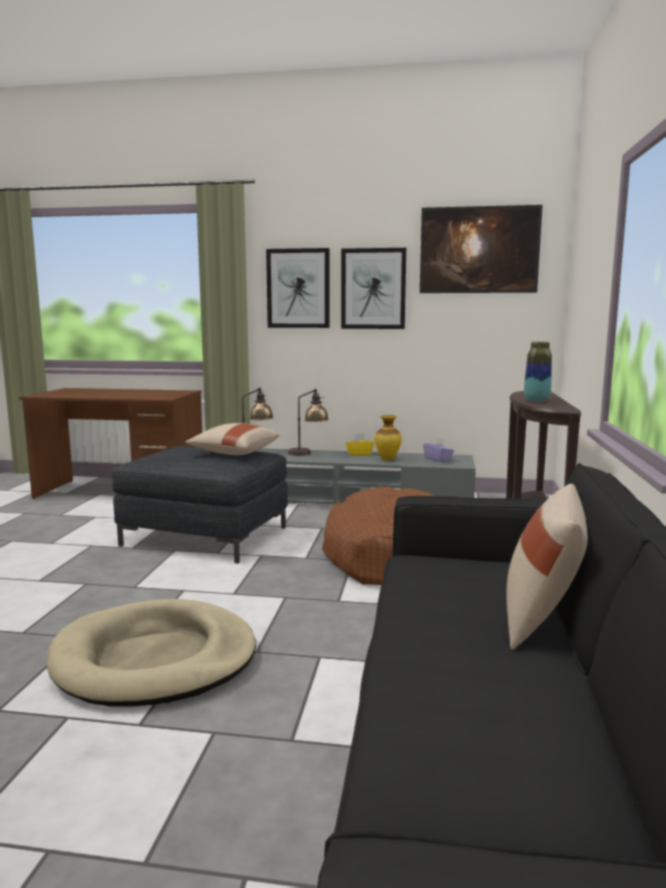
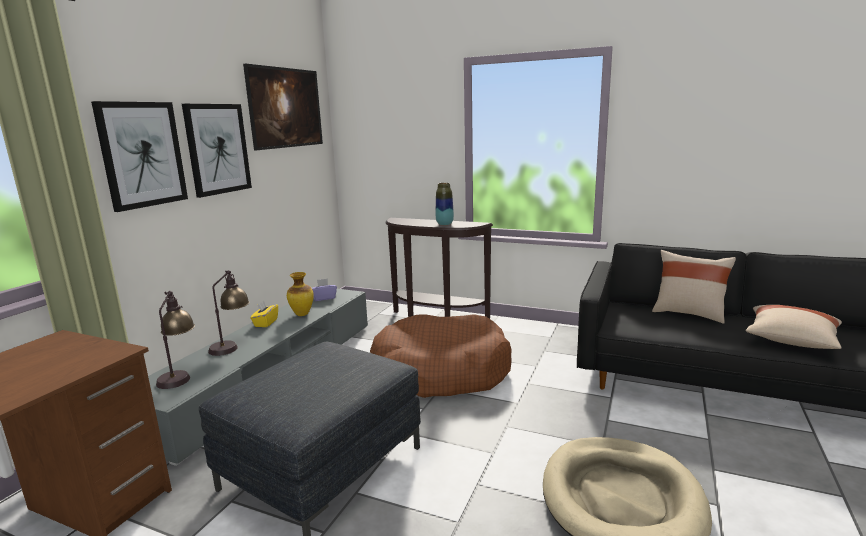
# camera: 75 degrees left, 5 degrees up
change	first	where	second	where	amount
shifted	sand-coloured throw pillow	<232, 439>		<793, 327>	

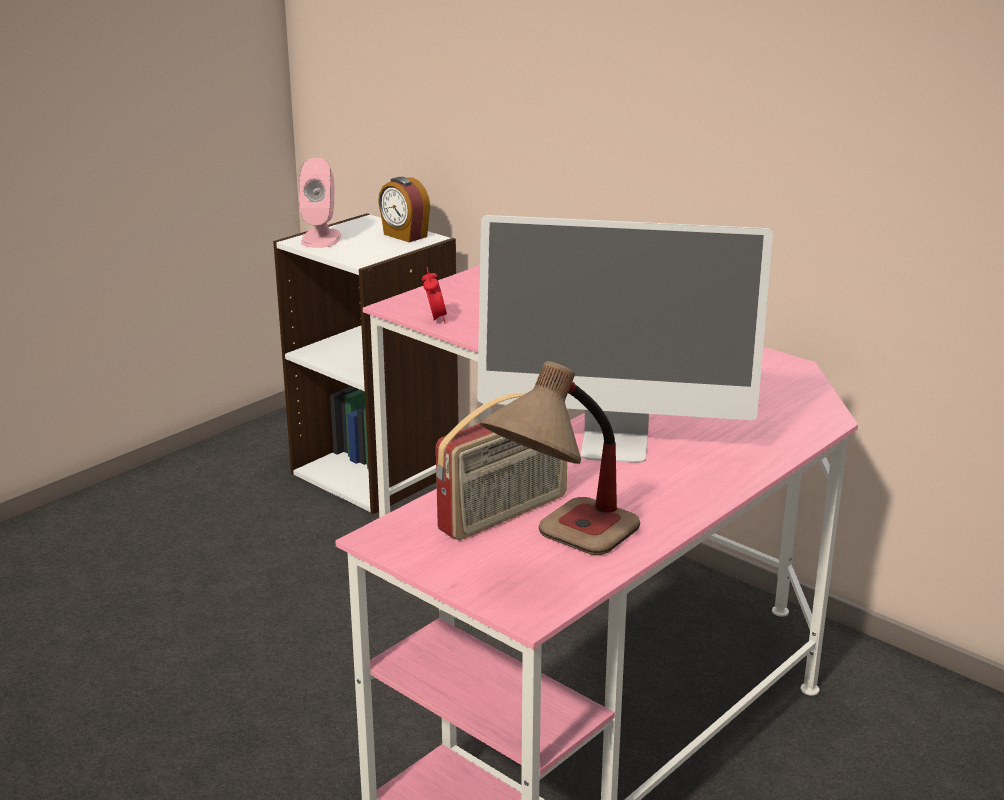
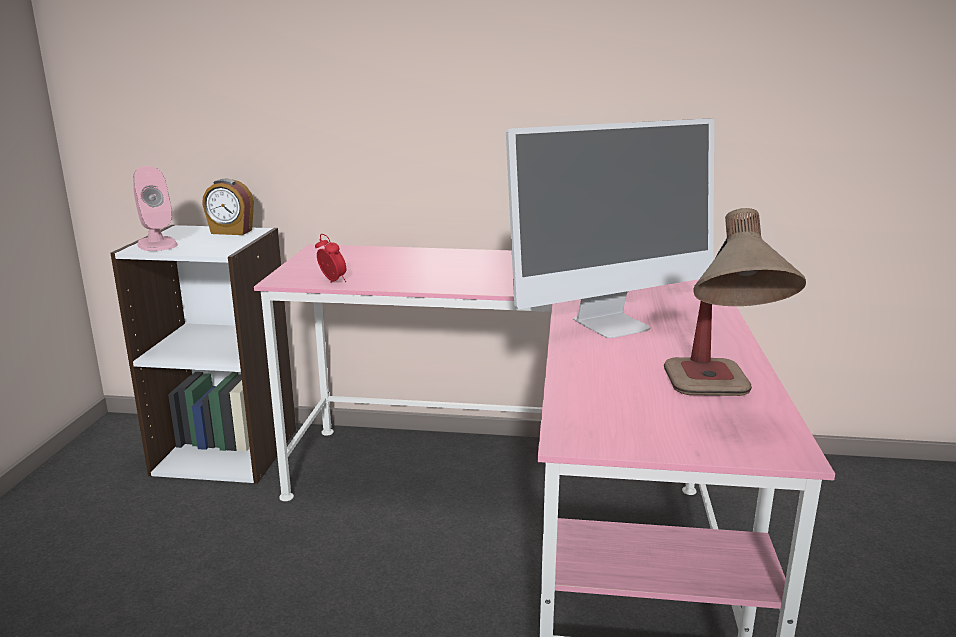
# camera: 35 degrees left, 5 degrees down
change	first	where	second	where	amount
gone	radio	<502, 466>			

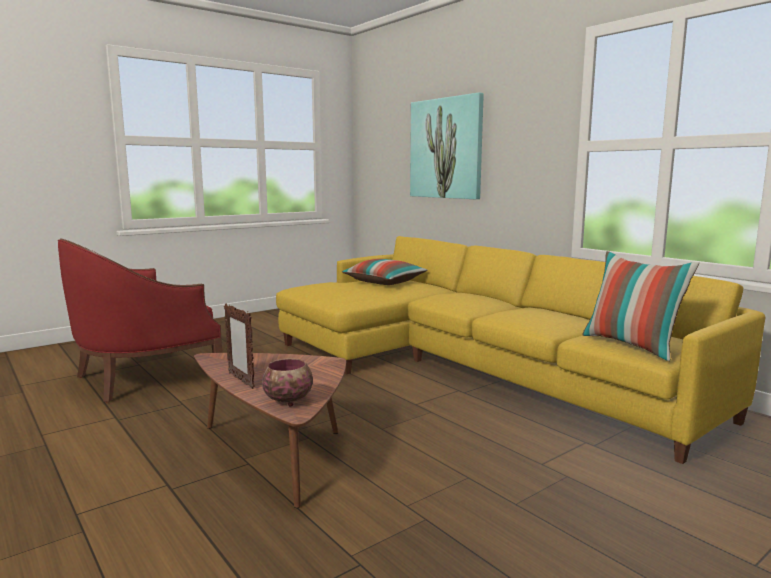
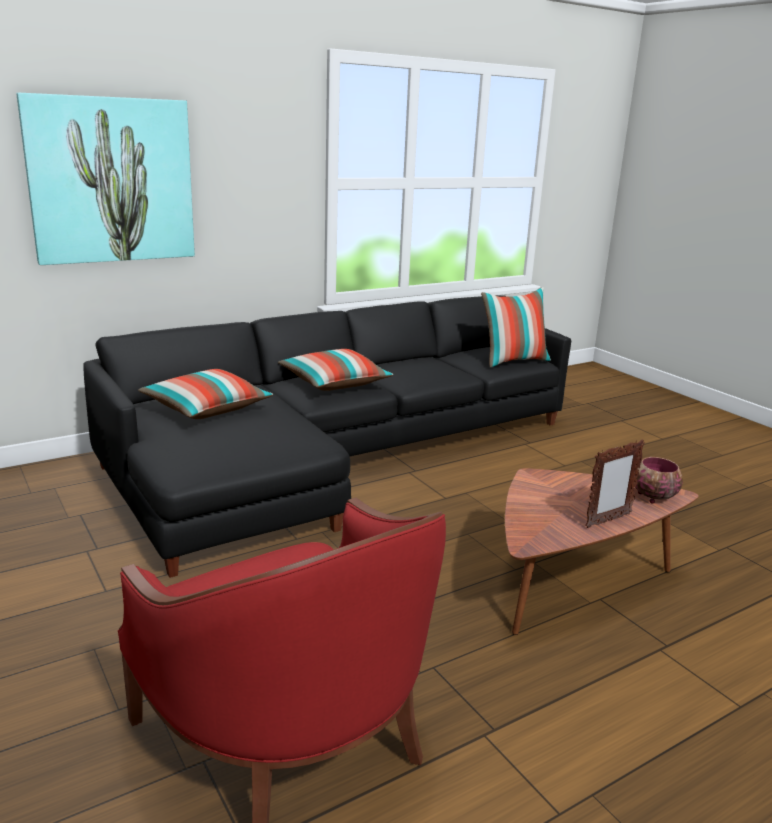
# camera: 85 degrees left, 10 degrees up
change	first	where	second	where	amount
repainted	yellowish couch	<521, 350>	black couch	<327, 436>	
new			throw pillow	<335, 370>	

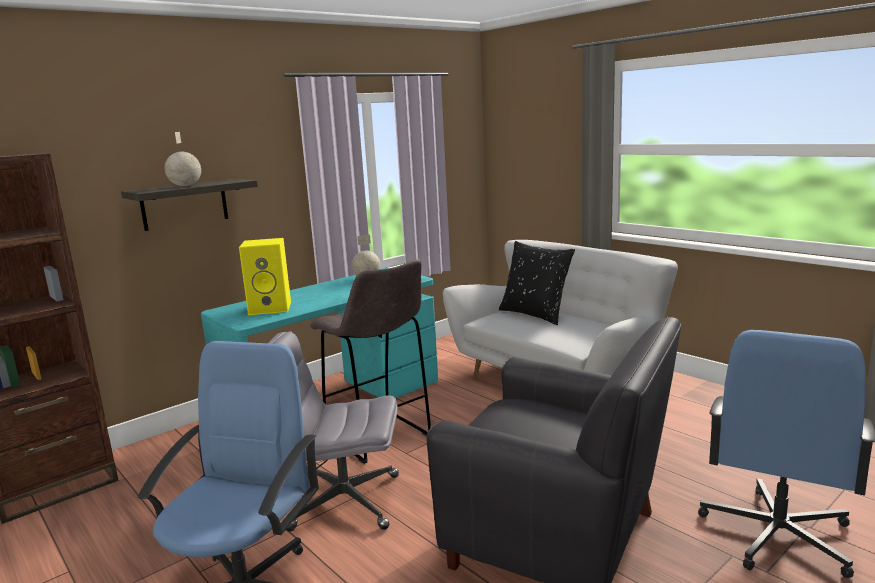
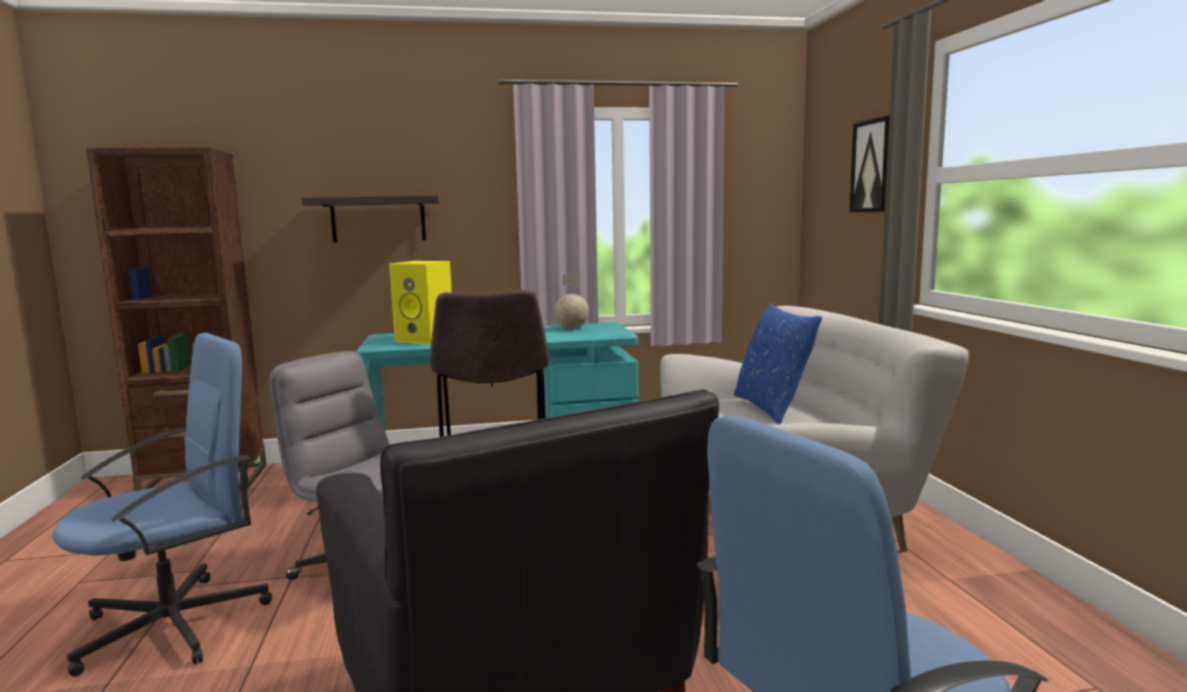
# camera: 30 degrees right, 5 degrees down
change	first	where	second	where	amount
repainted	black throw pillow	<537, 283>	bluish throw pillow	<778, 363>	
new			wall picture	<869, 164>	
gone	world globe	<183, 159>			

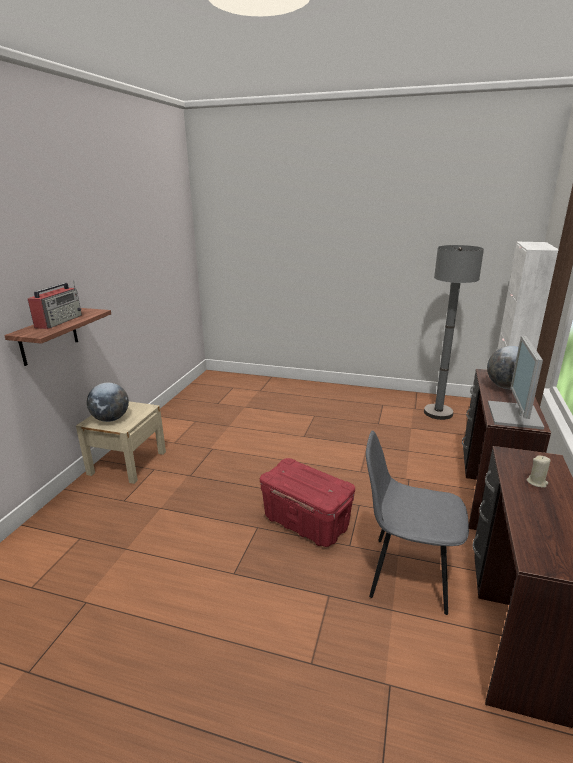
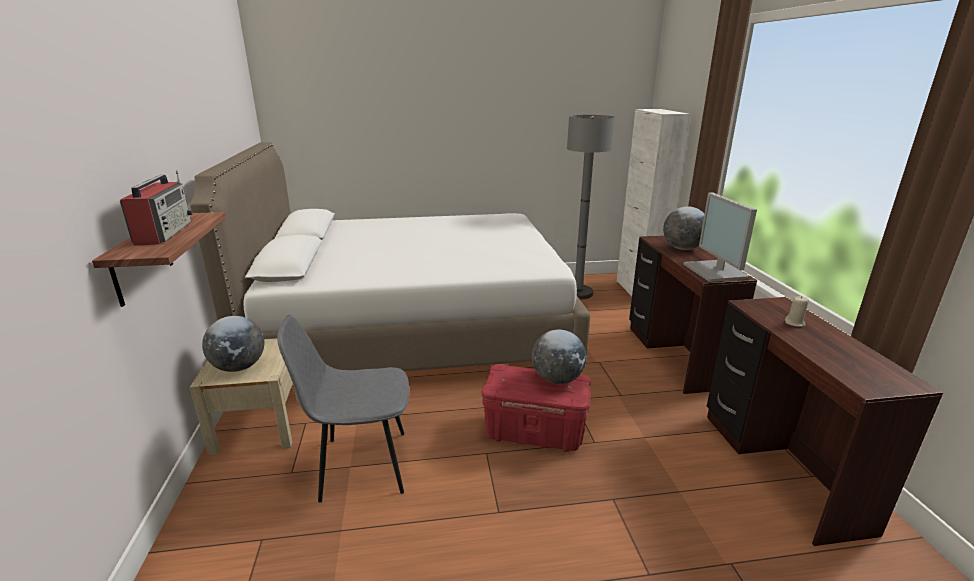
# camera: 25 degrees left, 0 degrees up
change	first	where	second	where	amount
new			white bed	<390, 256>	
shifted	greyish chair	<417, 522>		<343, 408>	
new			world globe	<559, 356>	

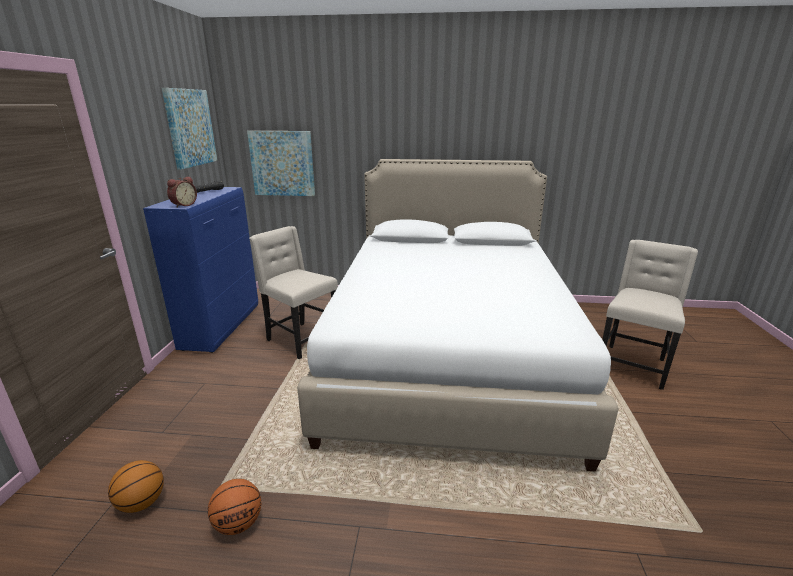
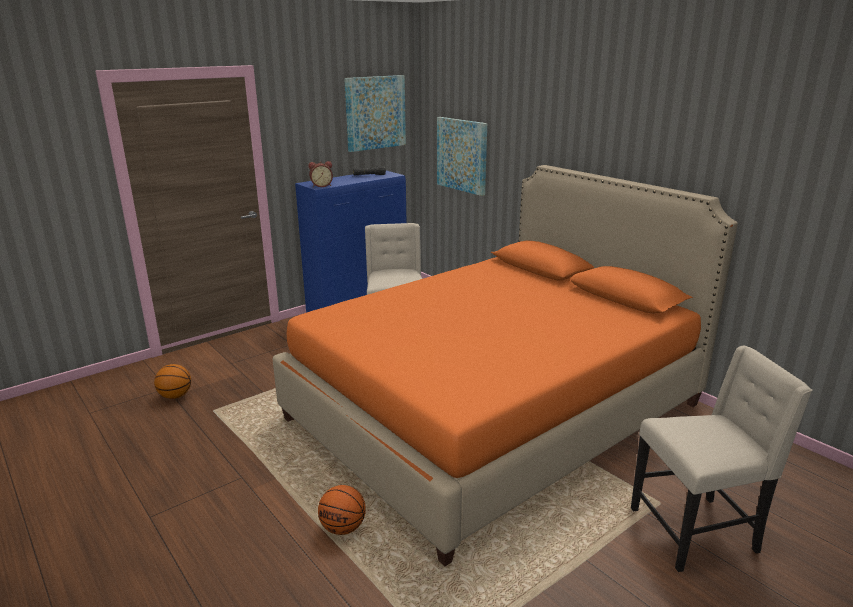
# camera: 45 degrees right, 0 degrees up
change	first	where	second	where	amount
repainted	white bed	<458, 315>	orange bed	<505, 365>	
shifted	basketball ball	<234, 507>		<342, 510>	

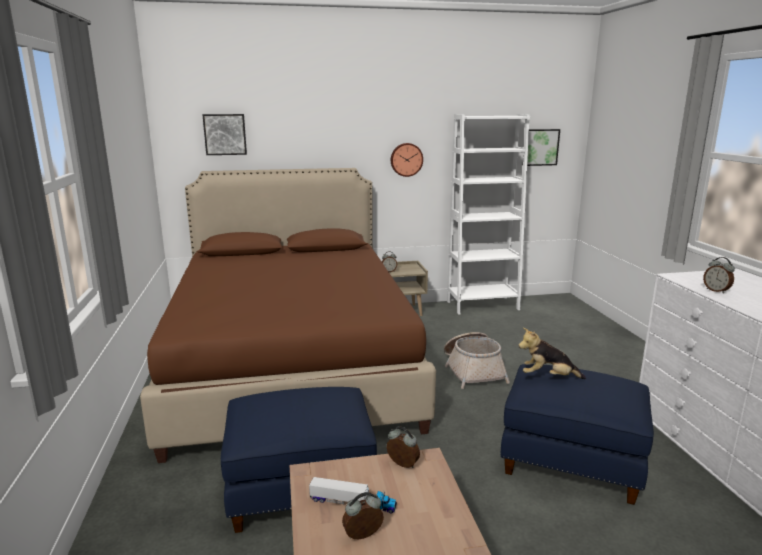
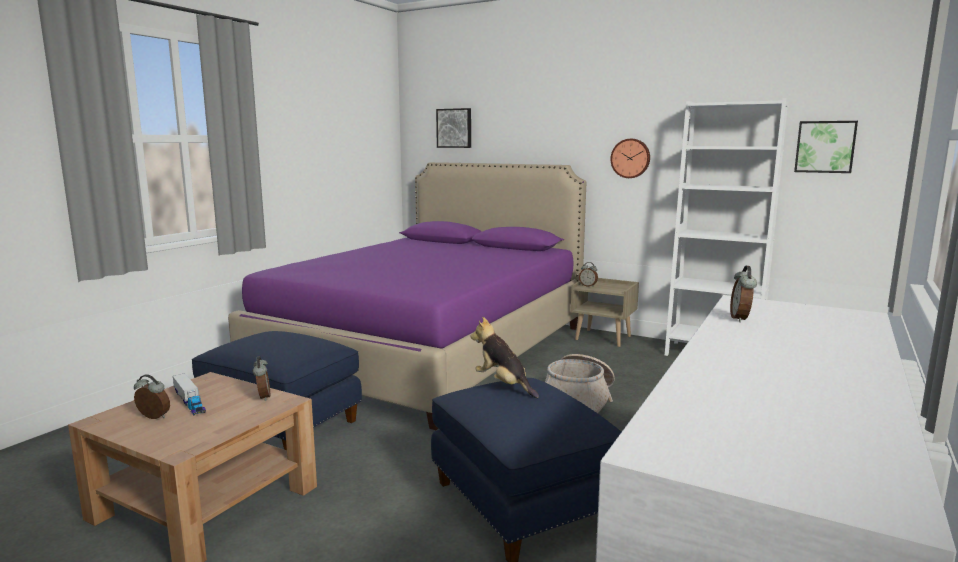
# camera: 40 degrees right, 5 degrees down
change	first	where	second	where	amount
repainted	brownish bed	<288, 315>	purple-coloured bed	<407, 296>	

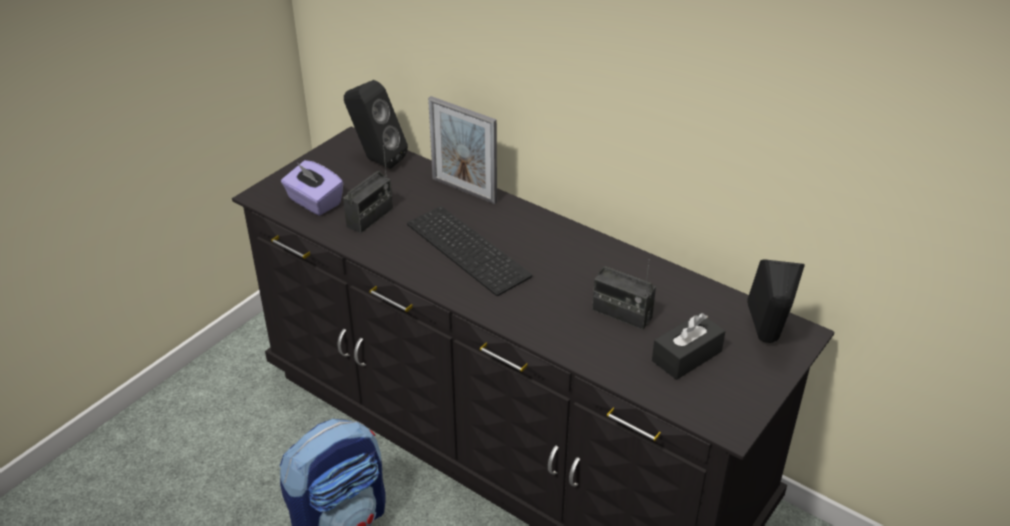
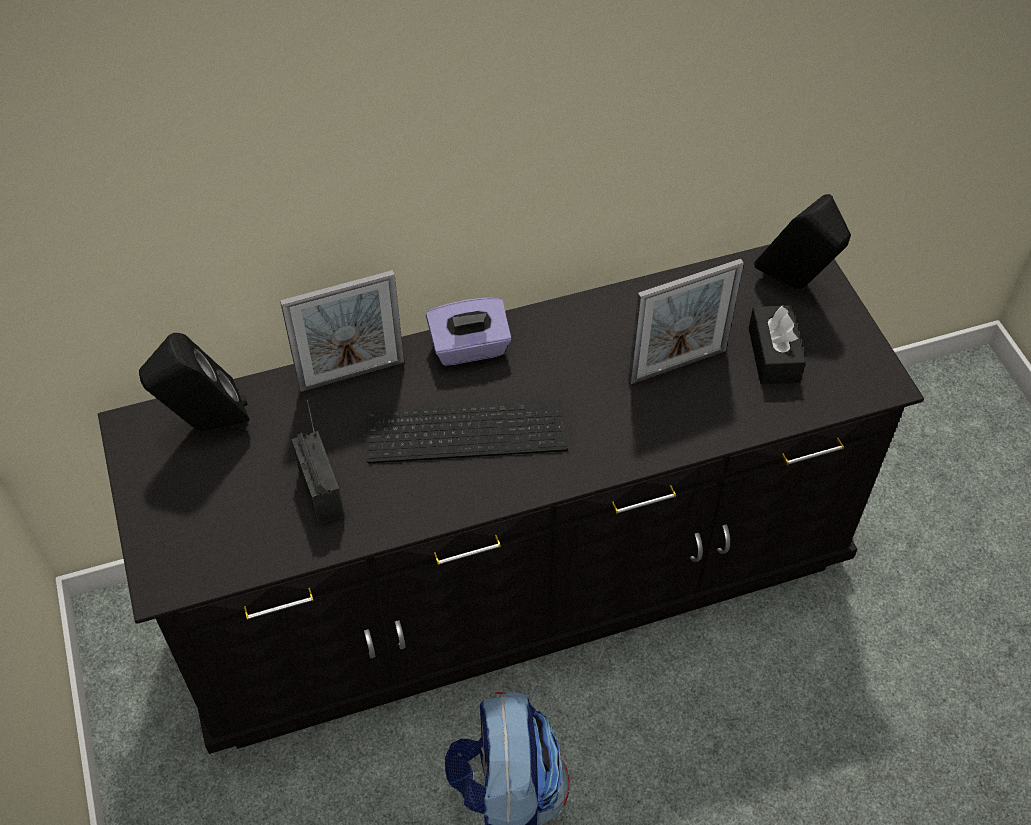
# camera: 55 degrees left, 15 degrees up
change	first	where	second	where	amount
shifted	purple-coloured box of tissues	<312, 188>		<469, 331>	
swapped	radio	<624, 294>	photo frame	<686, 321>	

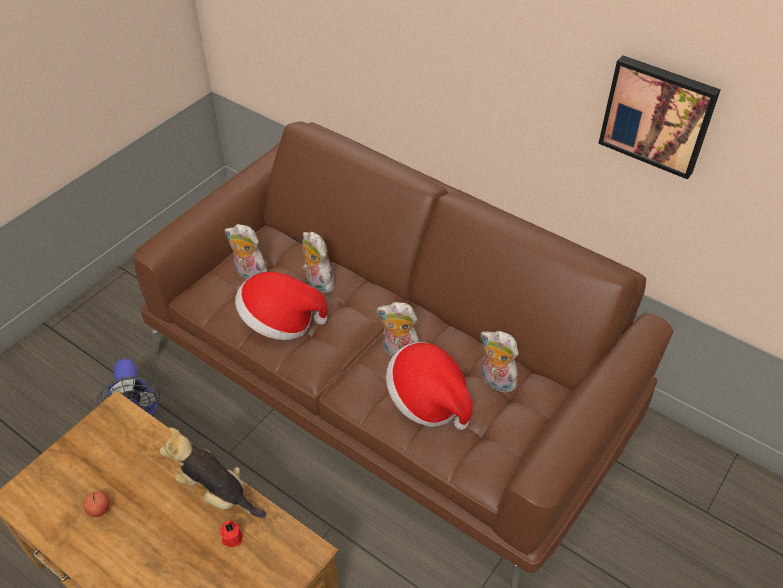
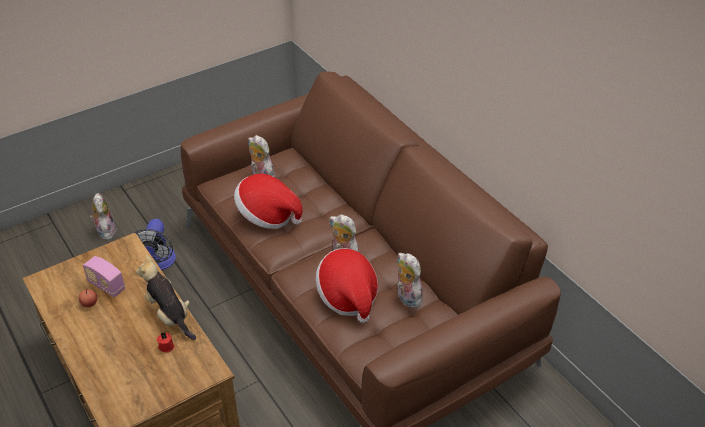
# camera: 20 degrees right, 5 degrees down
change	first	where	second	where	amount
new			radio	<104, 276>	
shifted	soft toy	<318, 263>		<103, 216>	
gone	wall picture	<659, 117>			

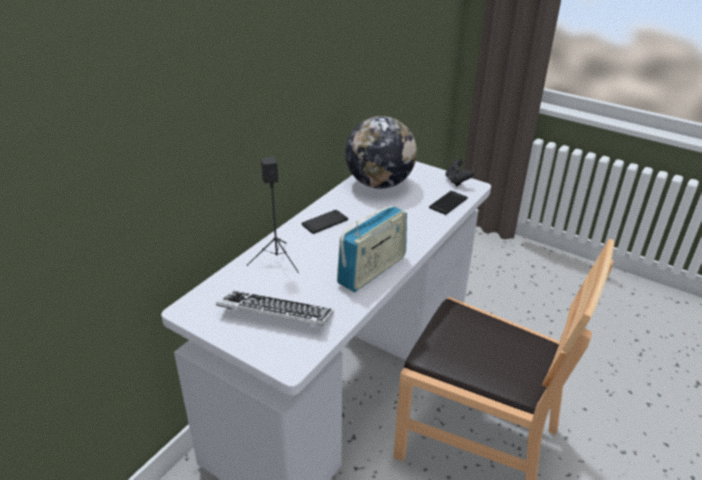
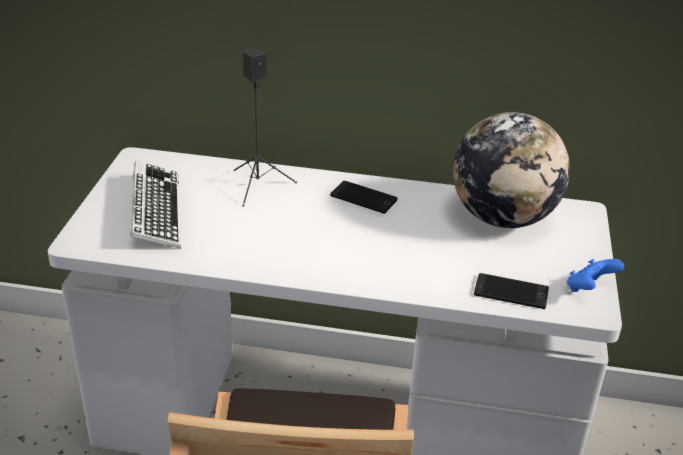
# camera: 65 degrees right, 0 degrees up
change	first	where	second	where	amount
repainted	black joypad	<459, 172>	bluish joypad	<595, 275>	
gone	radio	<372, 248>			

